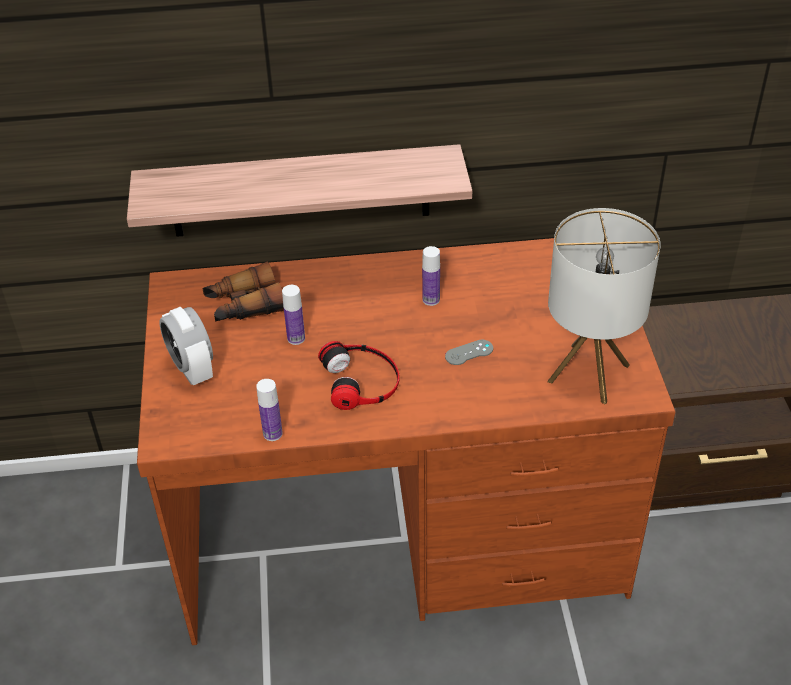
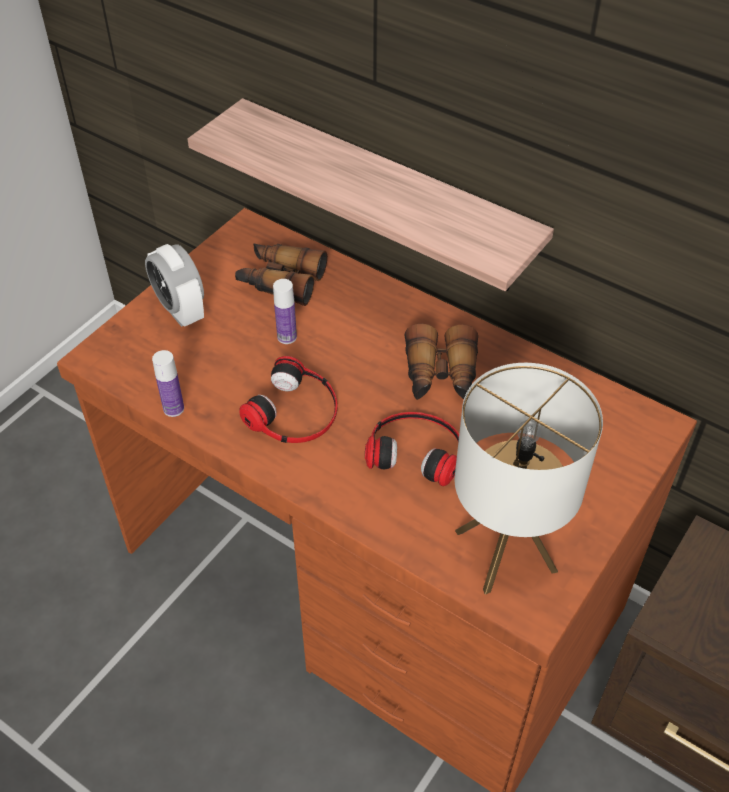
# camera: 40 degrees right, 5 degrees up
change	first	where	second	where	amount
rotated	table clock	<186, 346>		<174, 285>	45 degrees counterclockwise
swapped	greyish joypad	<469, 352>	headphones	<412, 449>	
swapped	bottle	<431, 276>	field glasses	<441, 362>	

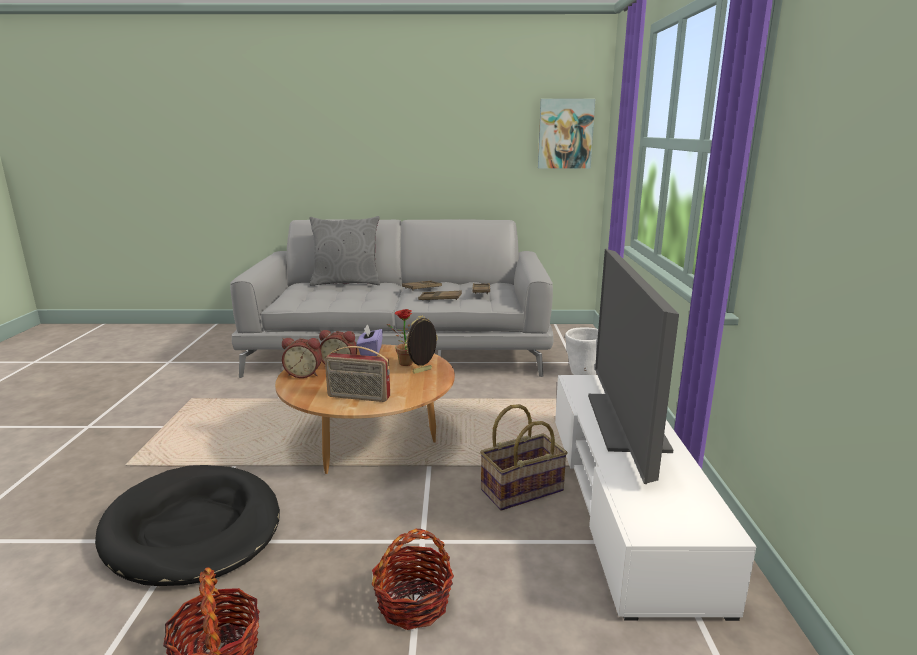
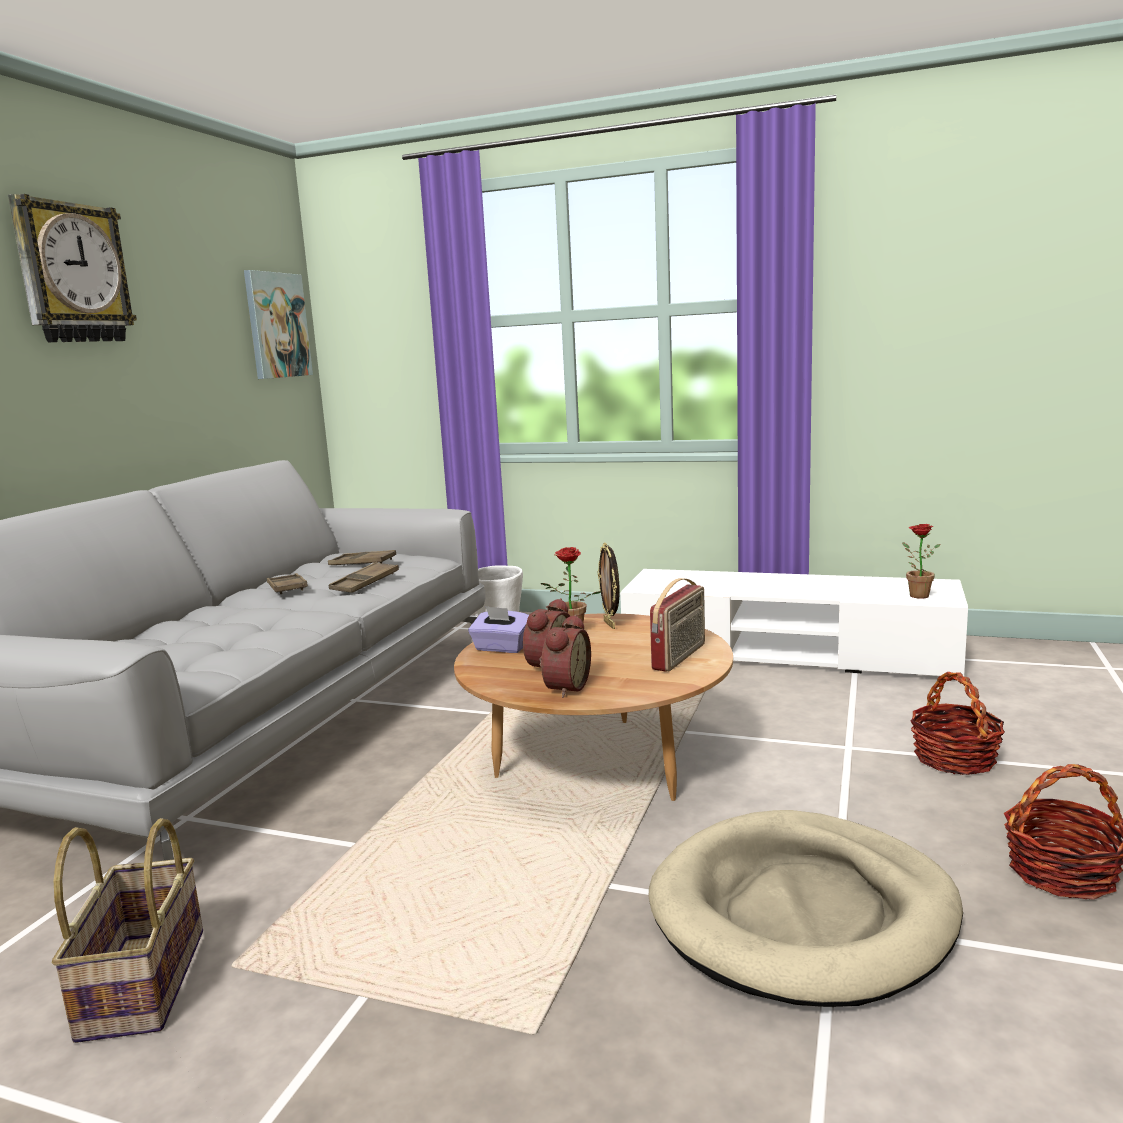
# camera: 70 degrees left, 5 degrees down
change	first	where	second	where	amount
new			wall clock	<72, 268>	
shifted	storage basket	<524, 457>		<127, 930>	
repainted	black dog cushion	<187, 525>	sand-coloured dog cushion	<805, 908>	
new			houseplant	<921, 561>	
gone	greyish throw pillow	<344, 251>			
gone	TV	<633, 366>			

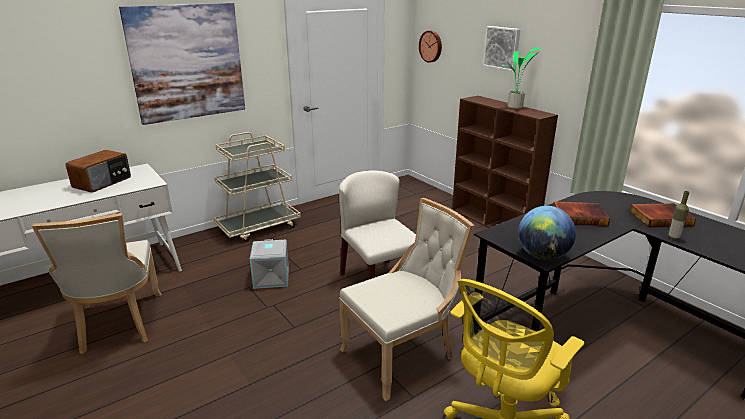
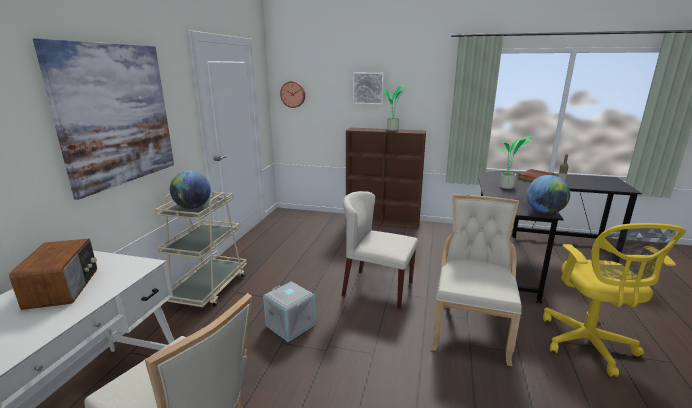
# camera: 40 degrees left, 5 degrees down
change	first	where	second	where	amount
new			world globe	<190, 190>	
swapped	volume	<581, 213>	houseplant	<514, 162>	

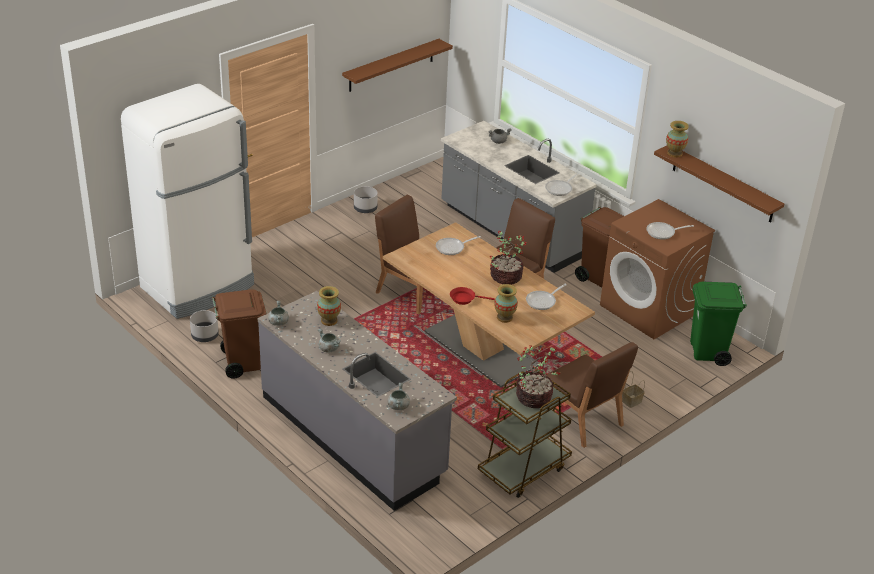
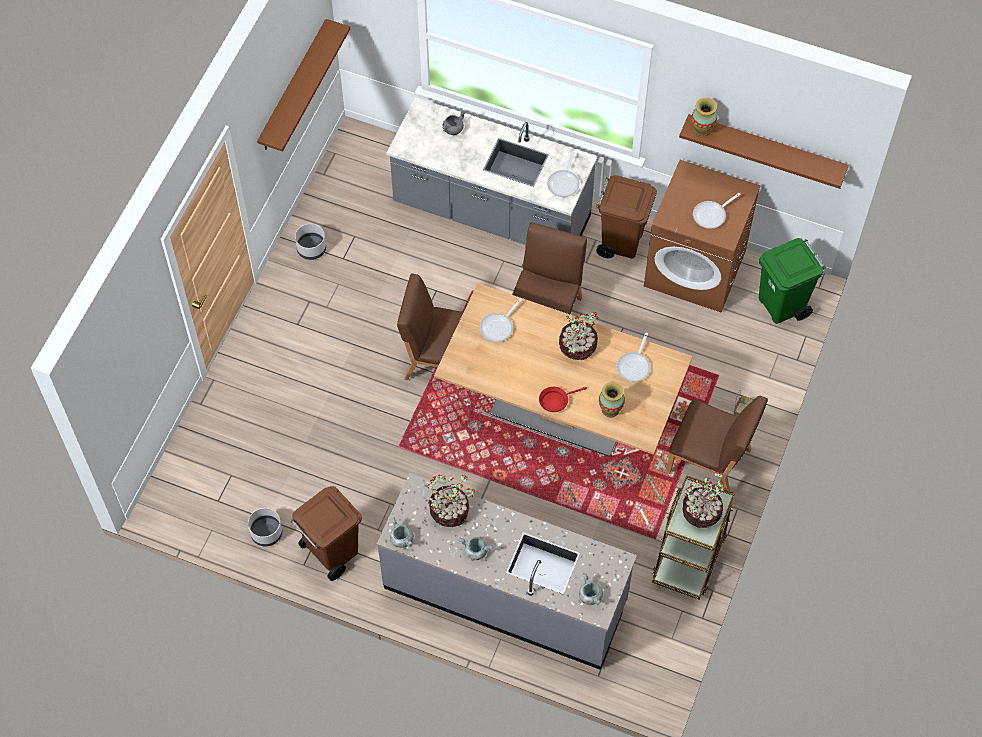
# camera: 25 degrees left, 25 degrees up
change	first	where	second	where	amount
swapped	vase	<329, 306>	houseplant	<451, 500>	
gone	white kitchen fridge	<187, 201>			

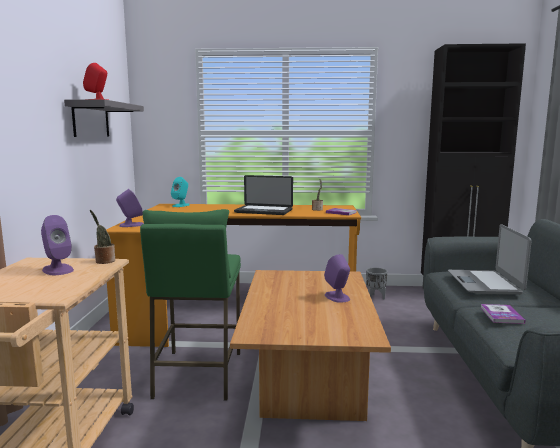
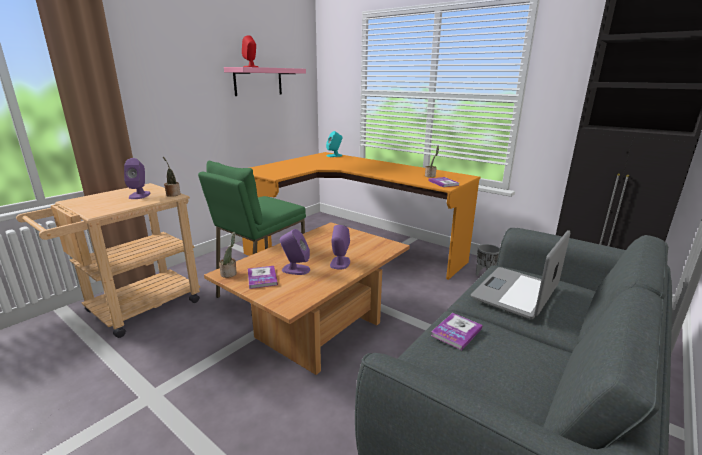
# camera: 35 degrees right, 10 degrees up
change	first	where	second	where	amount
new			houseplant	<228, 255>	
repainted	greyish wall shelf	<104, 118>	pinkish wall shelf	<265, 81>	
new			volume	<263, 277>	
shifted	purple-coloured speaker	<130, 208>		<295, 252>	
gone	notebook computer	<263, 195>			

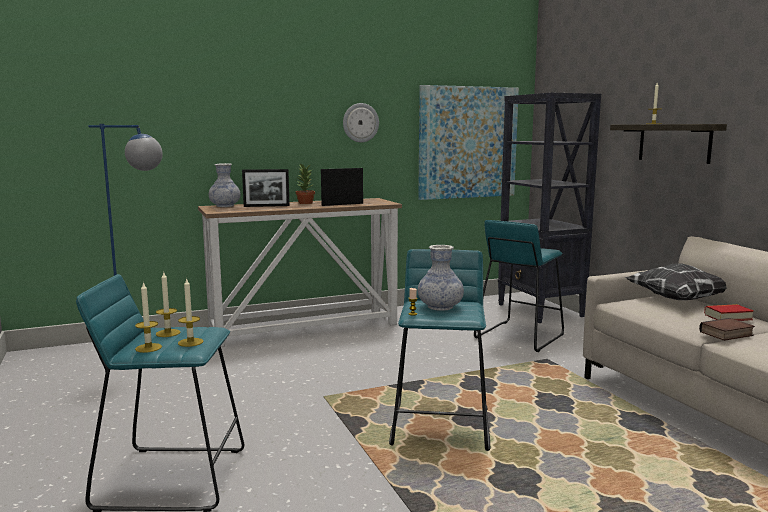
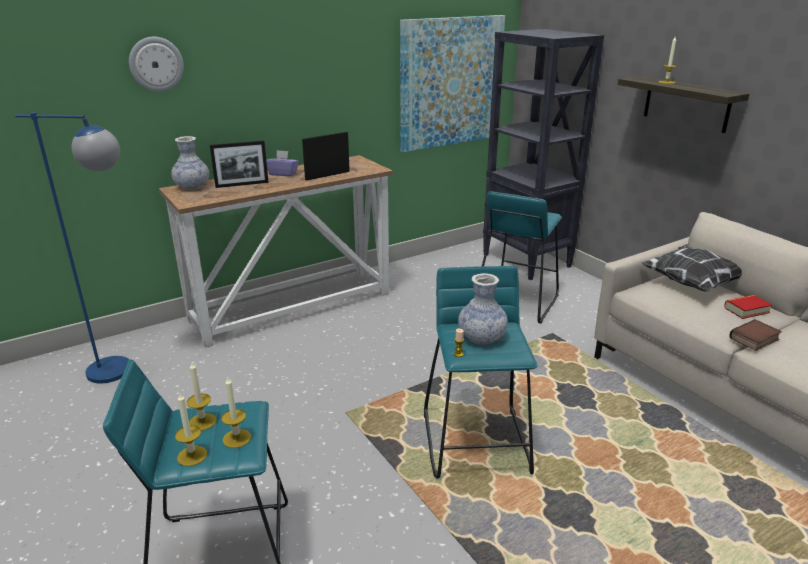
# camera: 10 degrees left, 15 degrees up
change	first	where	second	where	amount
shifted	wall clock	<361, 122>		<156, 64>	
swapped	houseplant	<305, 183>	purple-coloured box of tissues	<282, 163>	

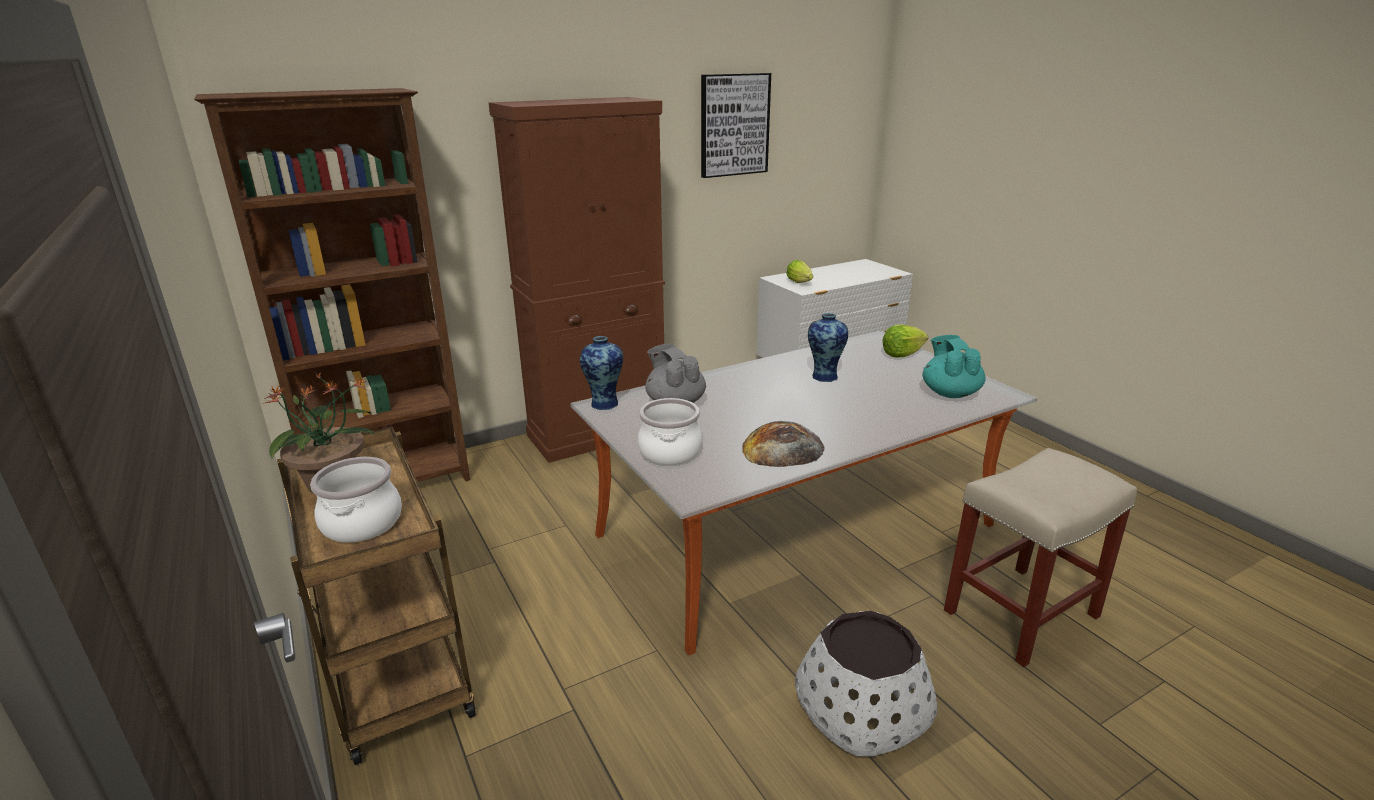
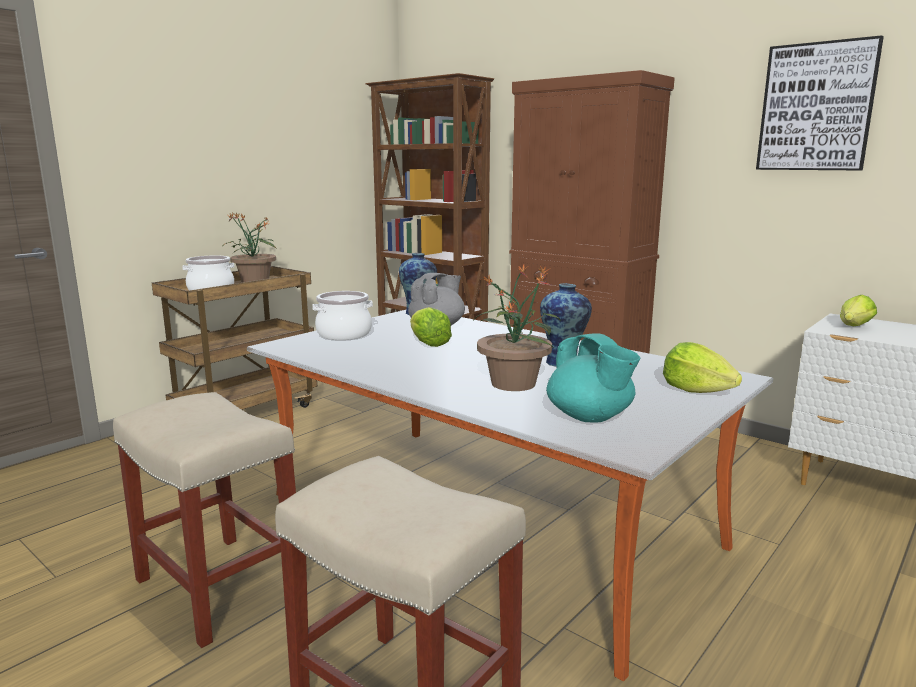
# camera: 70 degrees right, 10 degrees down
change	first	where	second	where	amount
swapped	white flower pot	<866, 684>	sand-coloured stool seat	<204, 520>	
new			lettuce	<431, 327>	
new			houseplant	<517, 327>	
rotated	turquoise-coloured teapot	<954, 366>		<593, 378>	90 degrees clockwise
gone	bakery bread	<783, 444>			

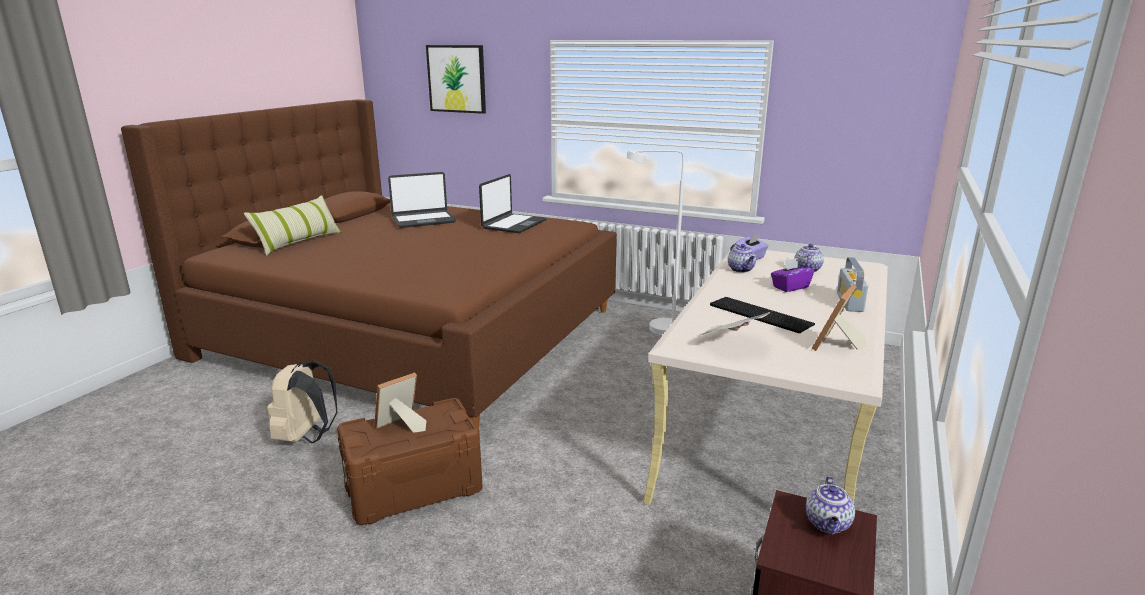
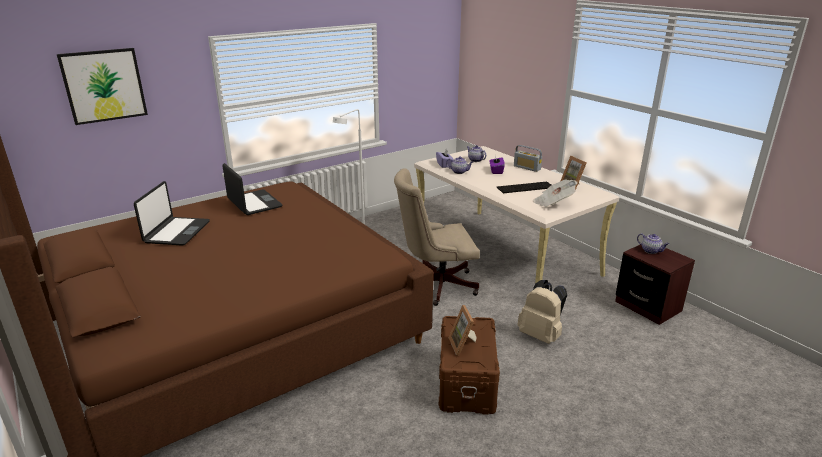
# camera: 60 degrees left, 5 degrees up
change	first	where	second	where	amount
new			sand-coloured desk chair	<437, 237>	
shifted	sand-coloured rucksack	<302, 402>		<542, 312>	
gone	throw pillow	<293, 225>			

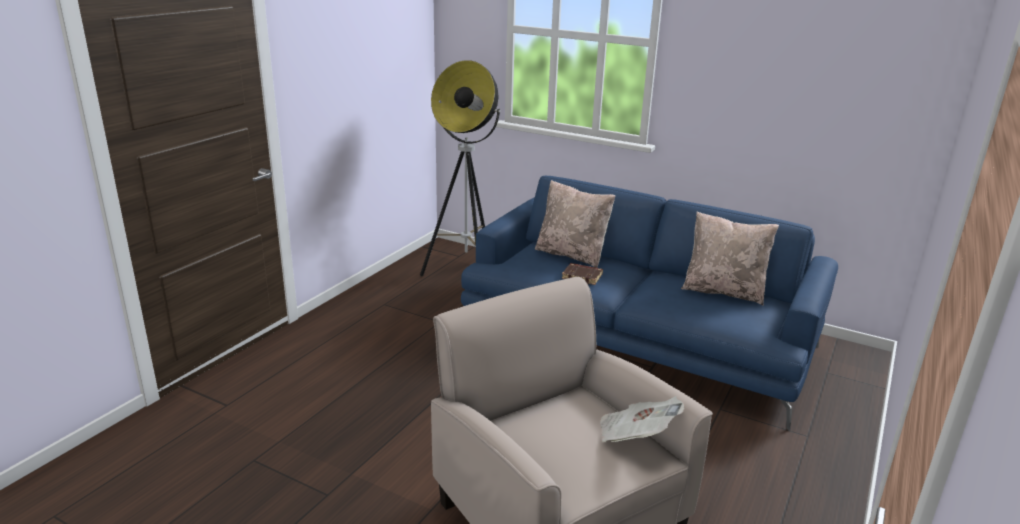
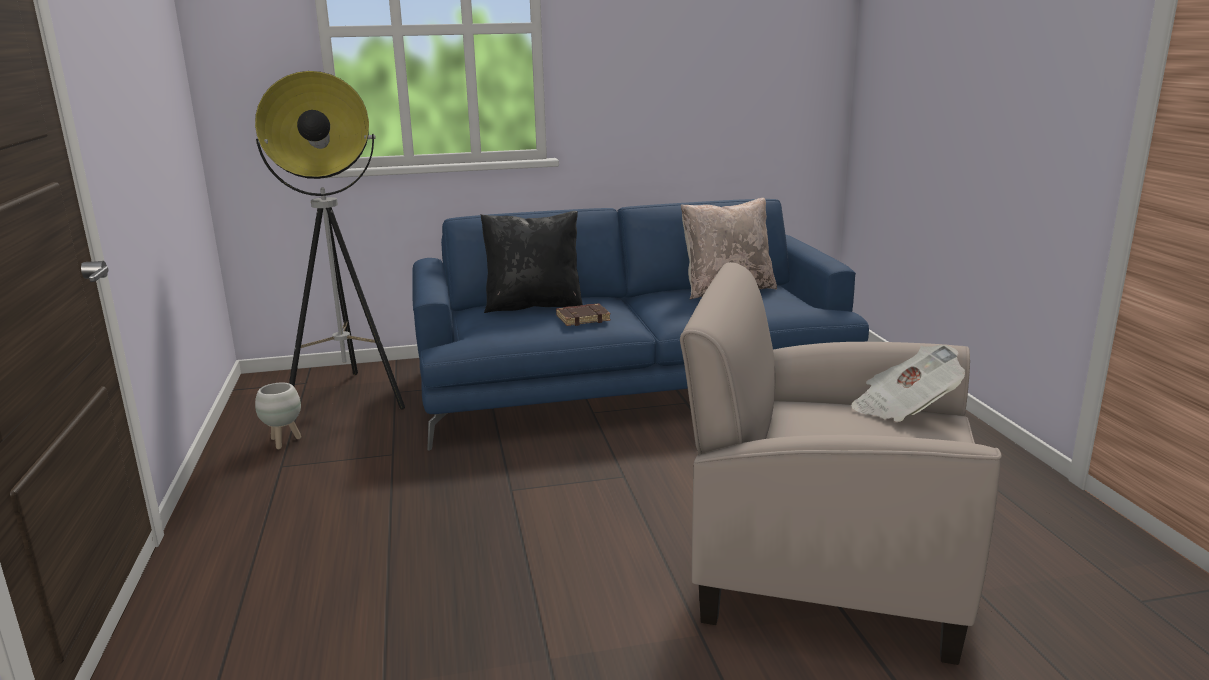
# camera: 40 degrees left, 5 degrees down
change	first	where	second	where	amount
new			white flower pot	<278, 416>	
repainted	sand-coloured throw pillow	<575, 224>	black throw pillow	<532, 262>	

